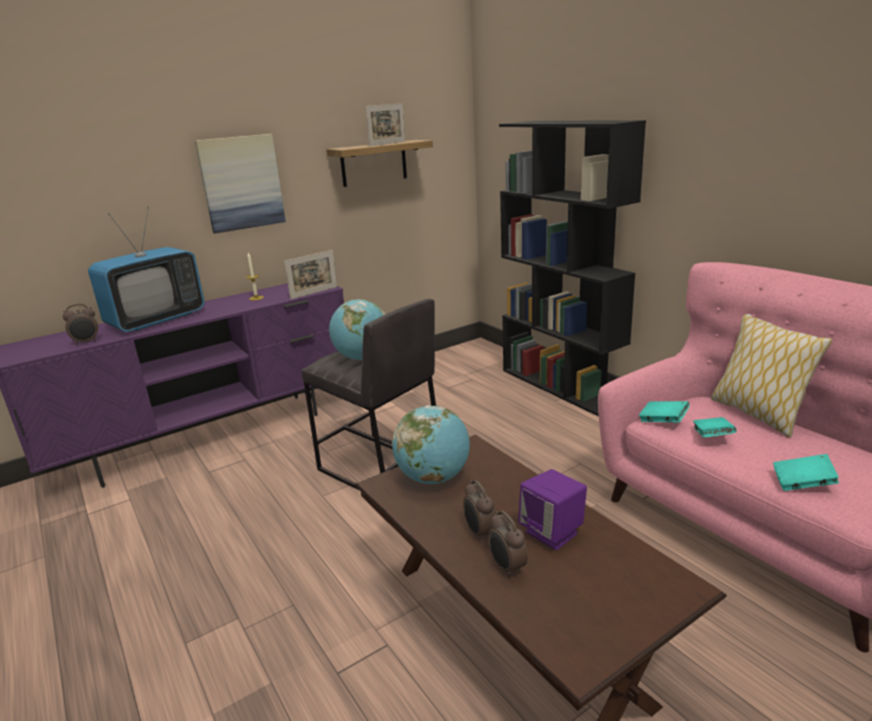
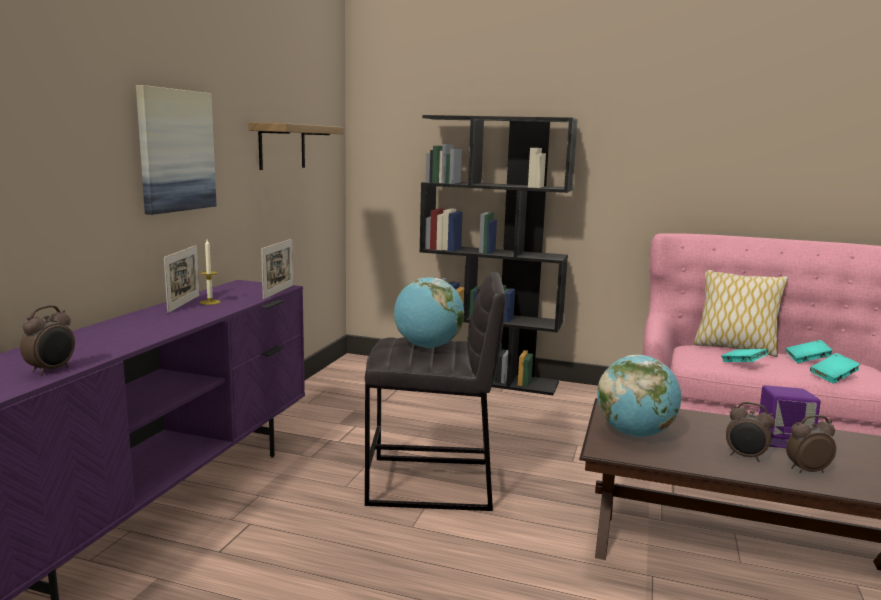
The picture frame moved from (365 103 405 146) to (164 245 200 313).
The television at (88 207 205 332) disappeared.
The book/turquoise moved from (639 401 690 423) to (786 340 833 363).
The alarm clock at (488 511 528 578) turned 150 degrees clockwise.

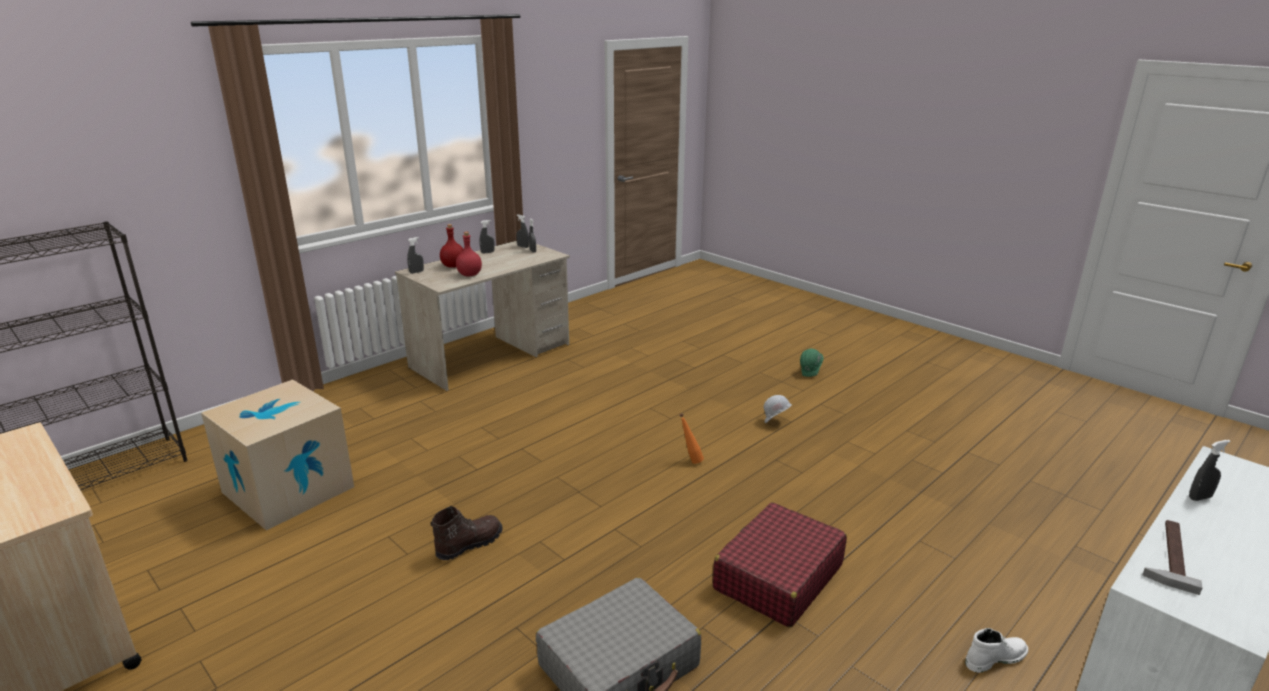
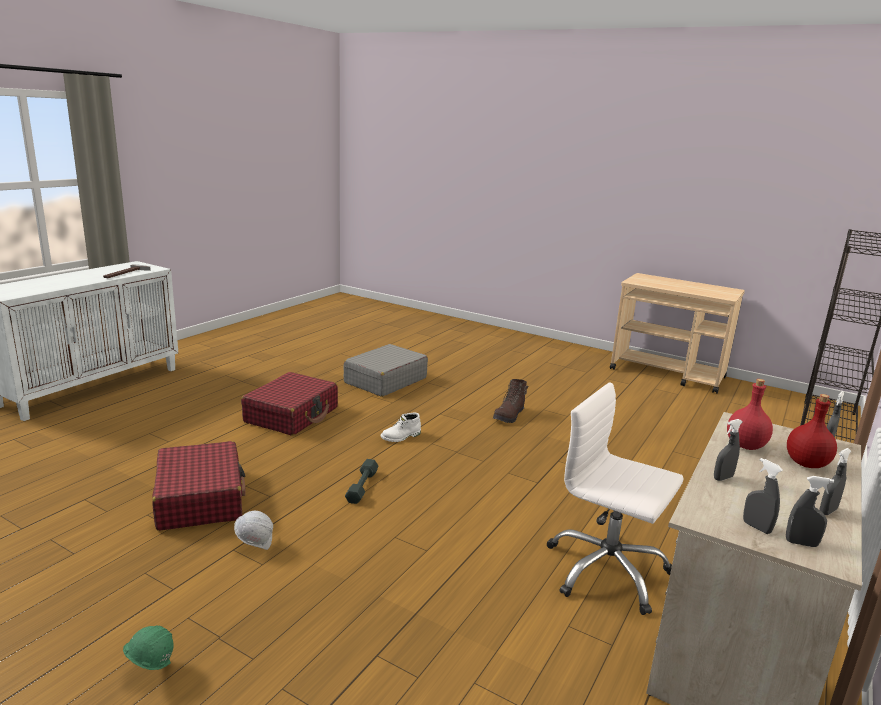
The cardboard box at (201 379 354 530) disappeared.
The bottle/orange at (680 413 704 464) was replaced by the dumbbell/grey at (345 459 379 504).
The spray bottle/grey moved from (1189 440 1230 501) to (714 419 742 481).
The boot/white moved from (965 628 1028 673) to (381 413 421 442).
The office chair/white at (547 382 684 615) appeared.
The suitcase/red at (152 441 246 531) appeared.

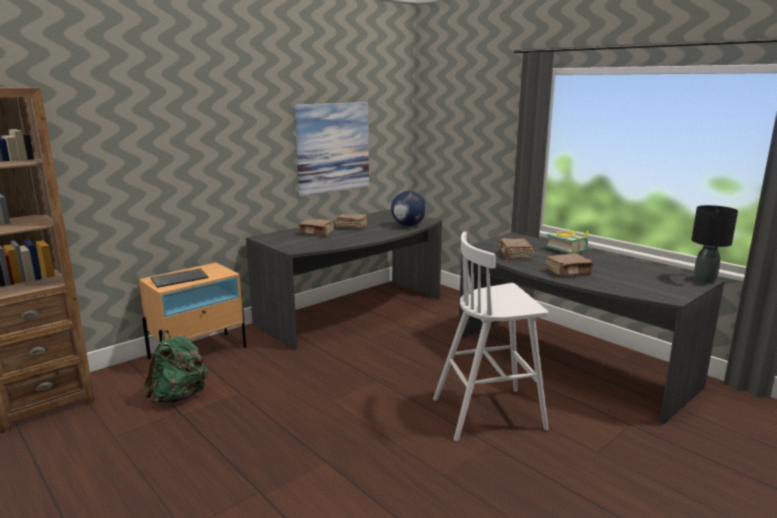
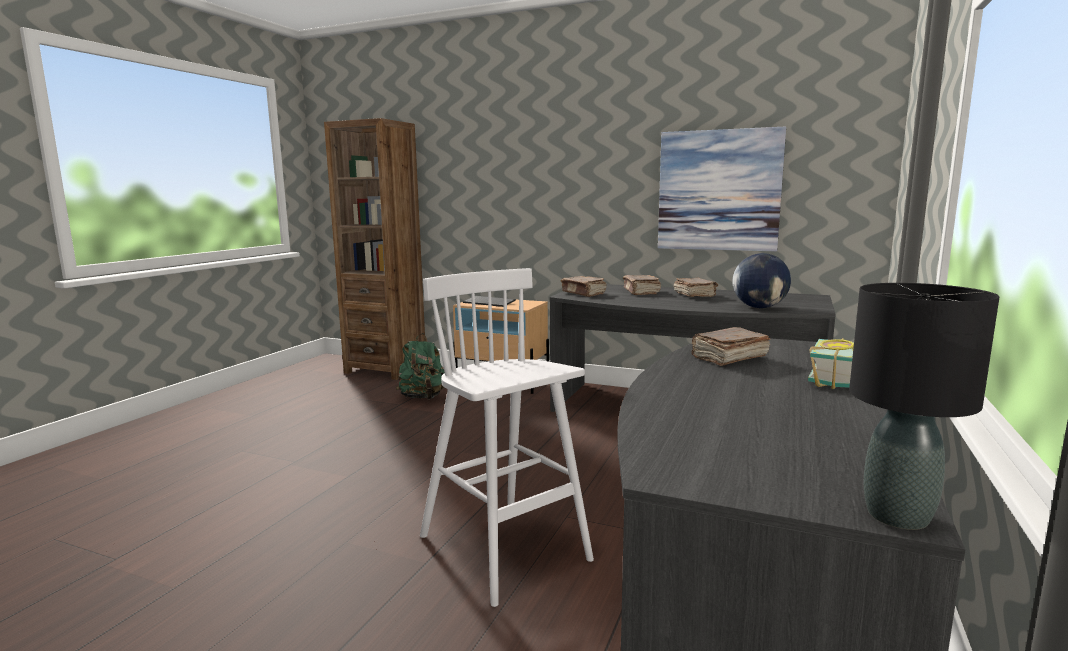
The book/brown moved from (546 253 593 276) to (560 276 607 297).

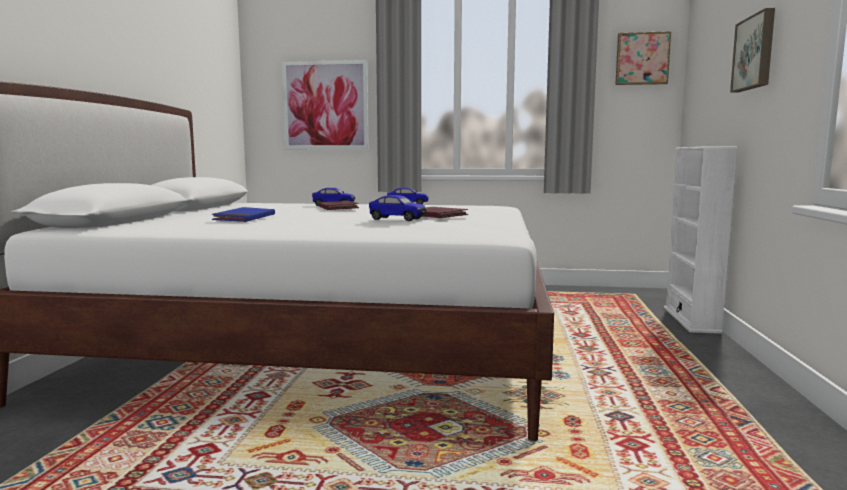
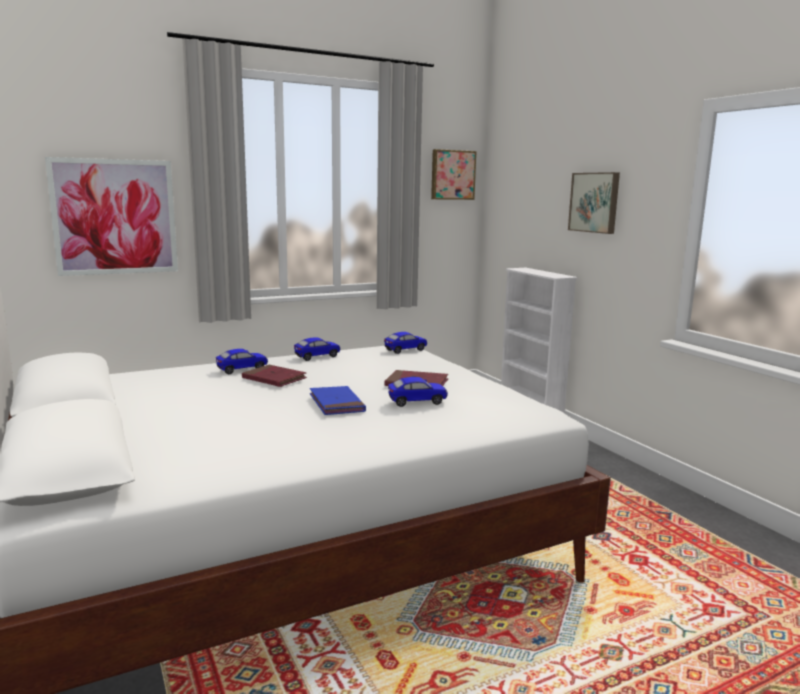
The book/blue moved from (212 207 275 222) to (310 386 366 415).
The toy car at (384 332 427 354) appeared.

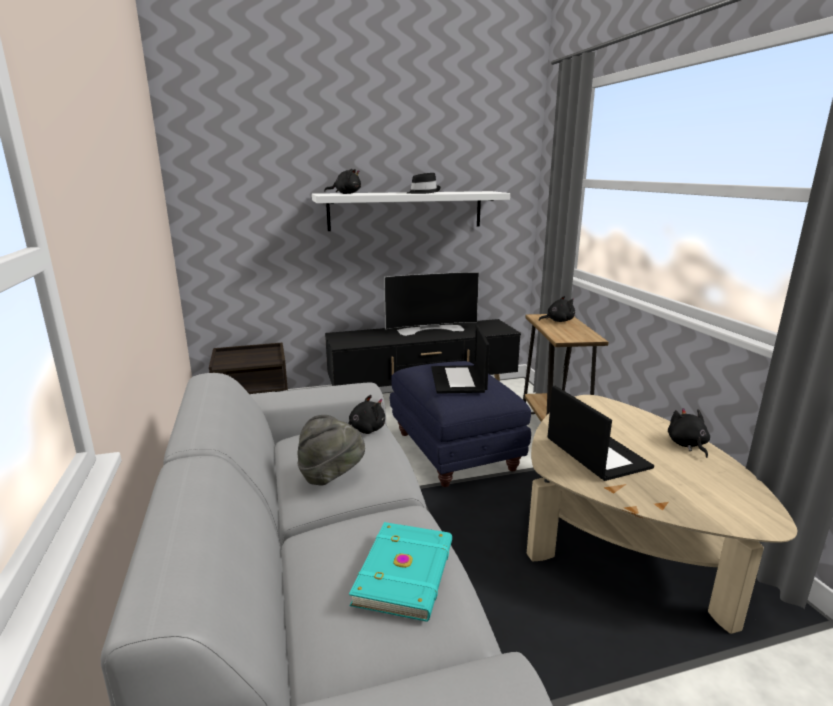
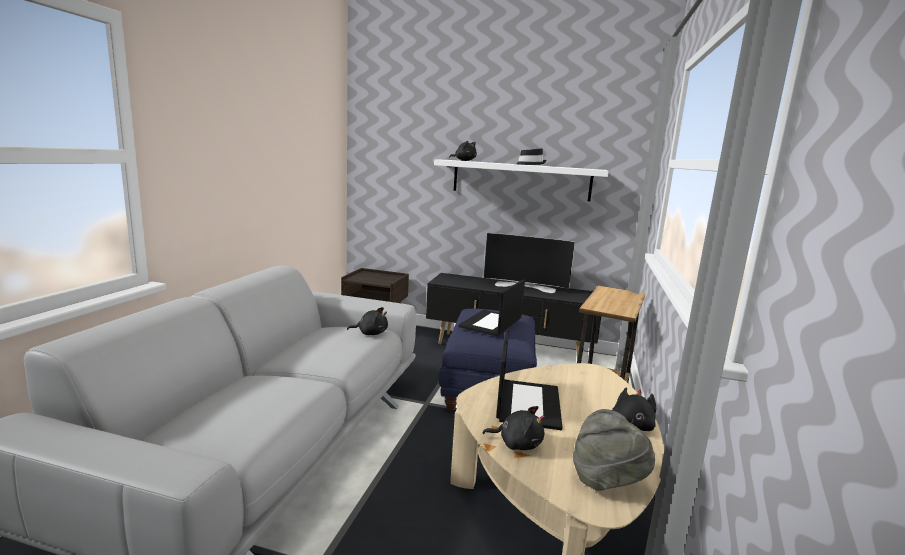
The plush toy/black moved from (539 296 575 322) to (483 406 545 450).
The hat/grey moved from (298 415 365 486) to (573 409 655 491).
The book/turquoise at (349 522 452 622) disappeared.

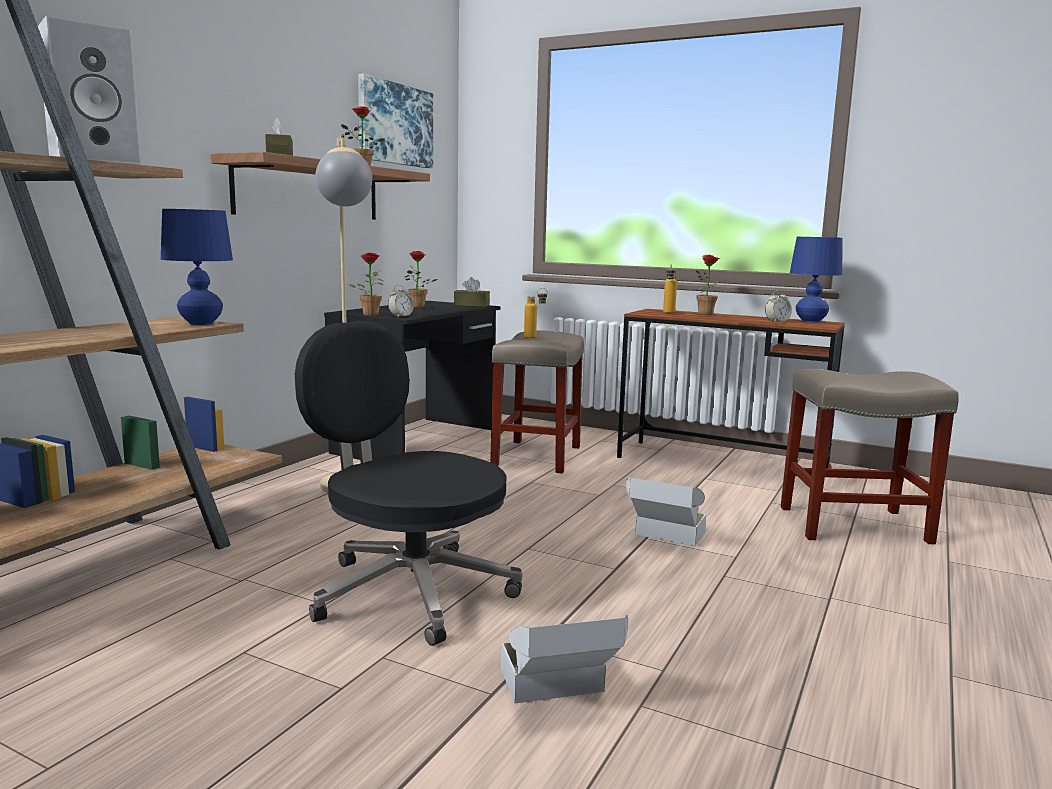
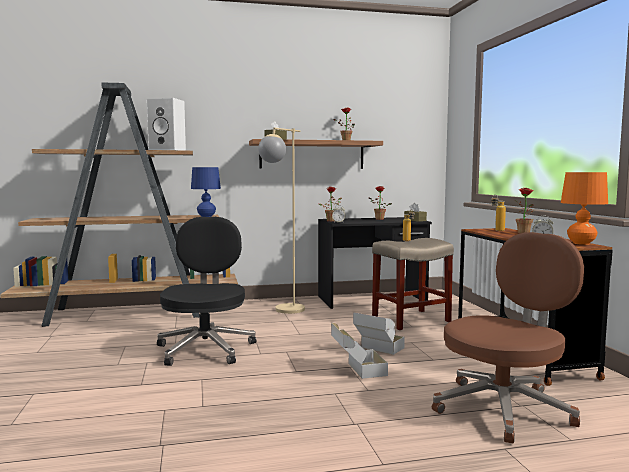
The picture at (358 74 433 168) disappeared.
The table lamp/blue at (790 237 843 322) became the table lamp/orange at (561 172 608 245).
The stool/beige at (781 369 959 544) was replaced by the office chair/brown at (432 232 584 444).
The cardboard box moved from (501 615 628 703) to (353 312 405 355).

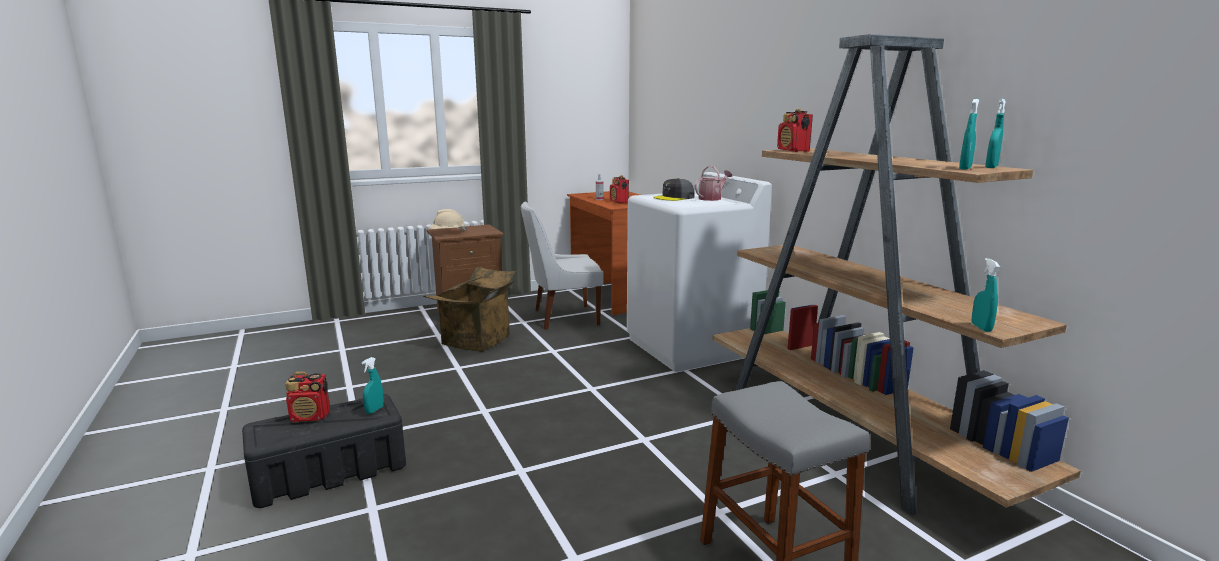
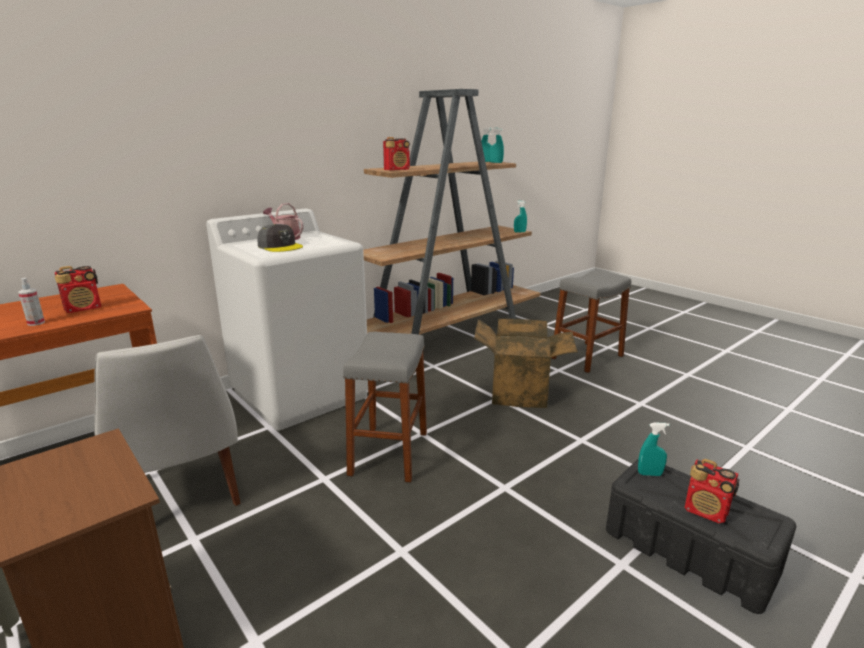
The hard hat/beige at (429 209 466 232) disappeared.
The cardboard box moved from (423 266 516 352) to (474 319 578 408).
The radio at (285 371 330 422) turned 150 degrees clockwise.
The stool/grey at (343 332 427 483) appeared.

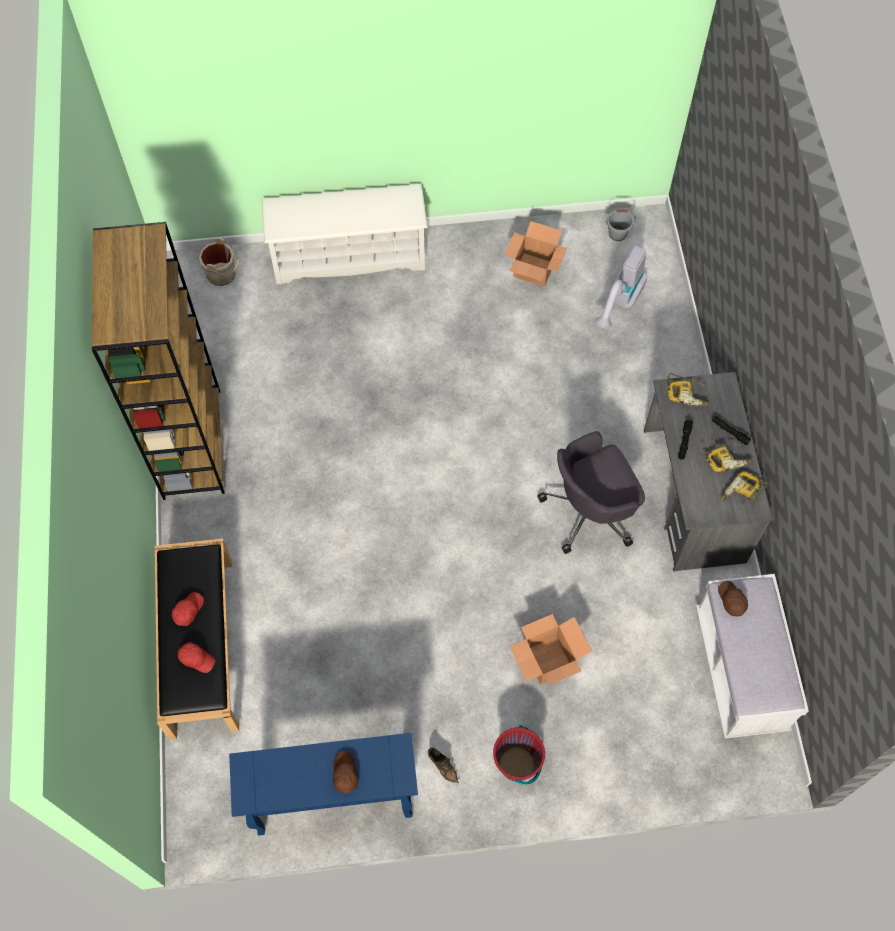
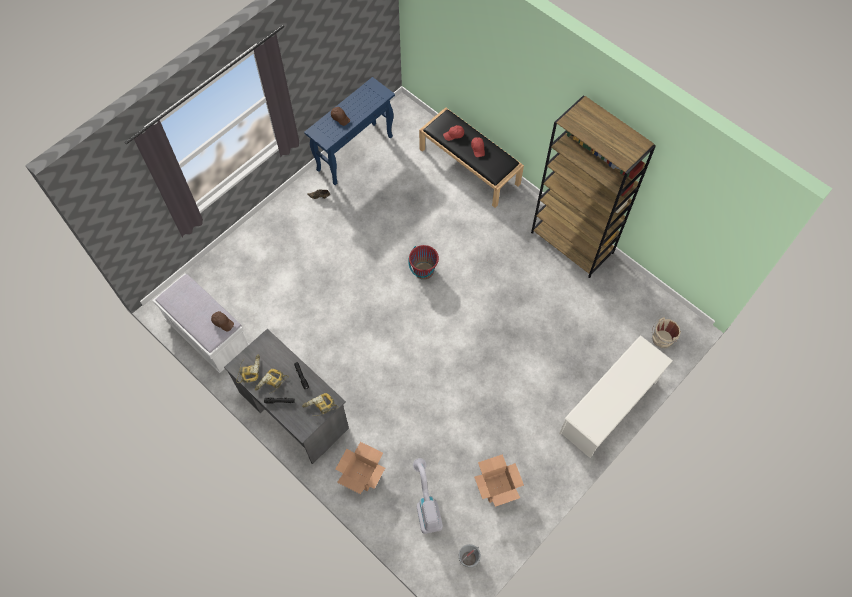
The office chair/grey at (537 431 645 554) disappeared.
The cardboard box moved from (510 614 592 685) to (336 442 385 494).
The bucket/red moved from (493 725 545 785) to (408 245 439 280).

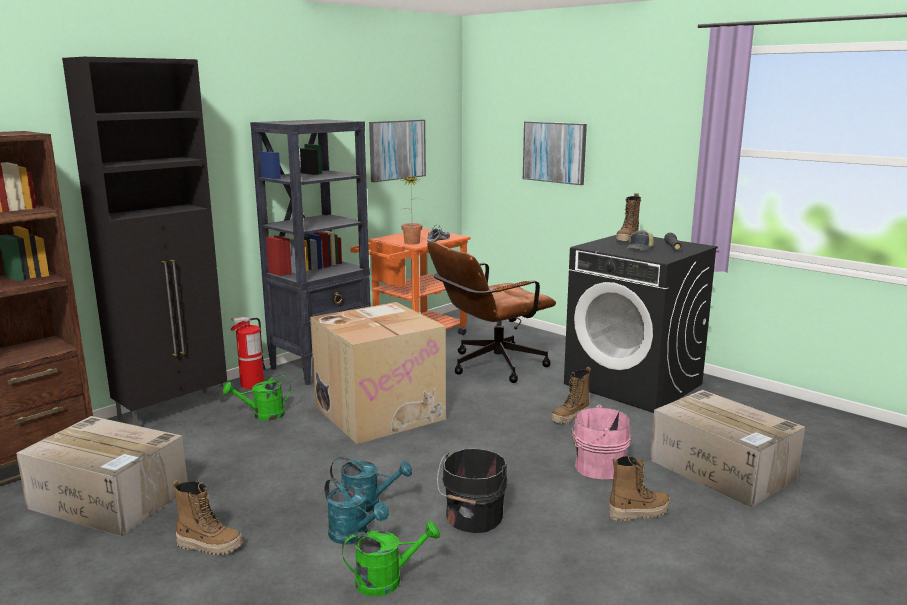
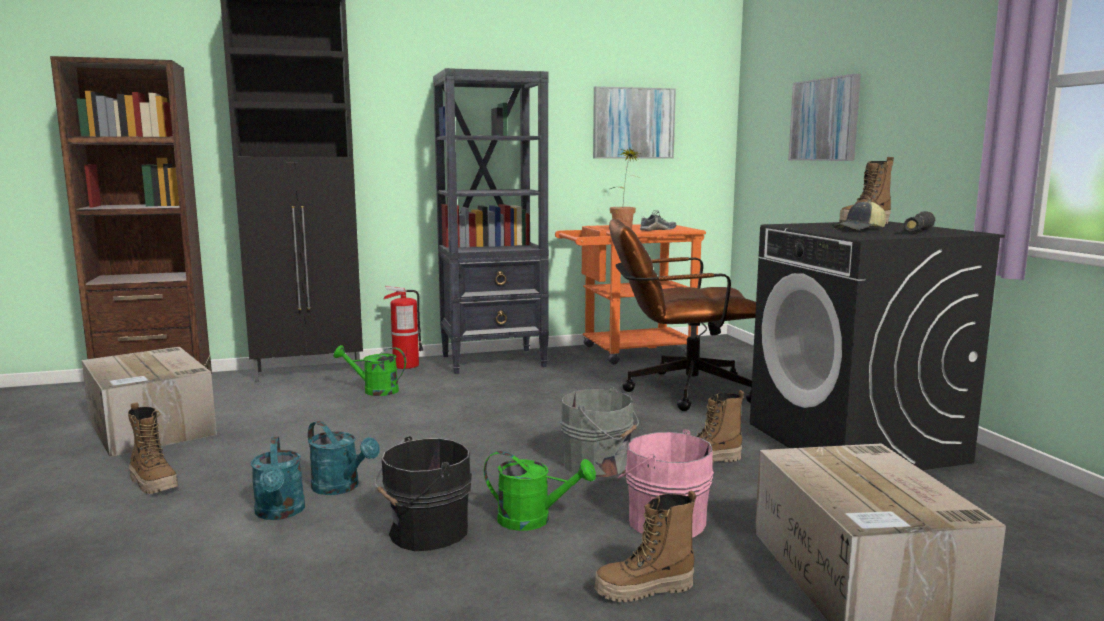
The cardboard box at (310 302 446 444) disappeared.
The boot at (609 456 670 521) turned 150 degrees clockwise.
The watering can/green moved from (342 521 440 597) to (484 451 596 531).
The bucket/grey at (560 386 639 477) appeared.

